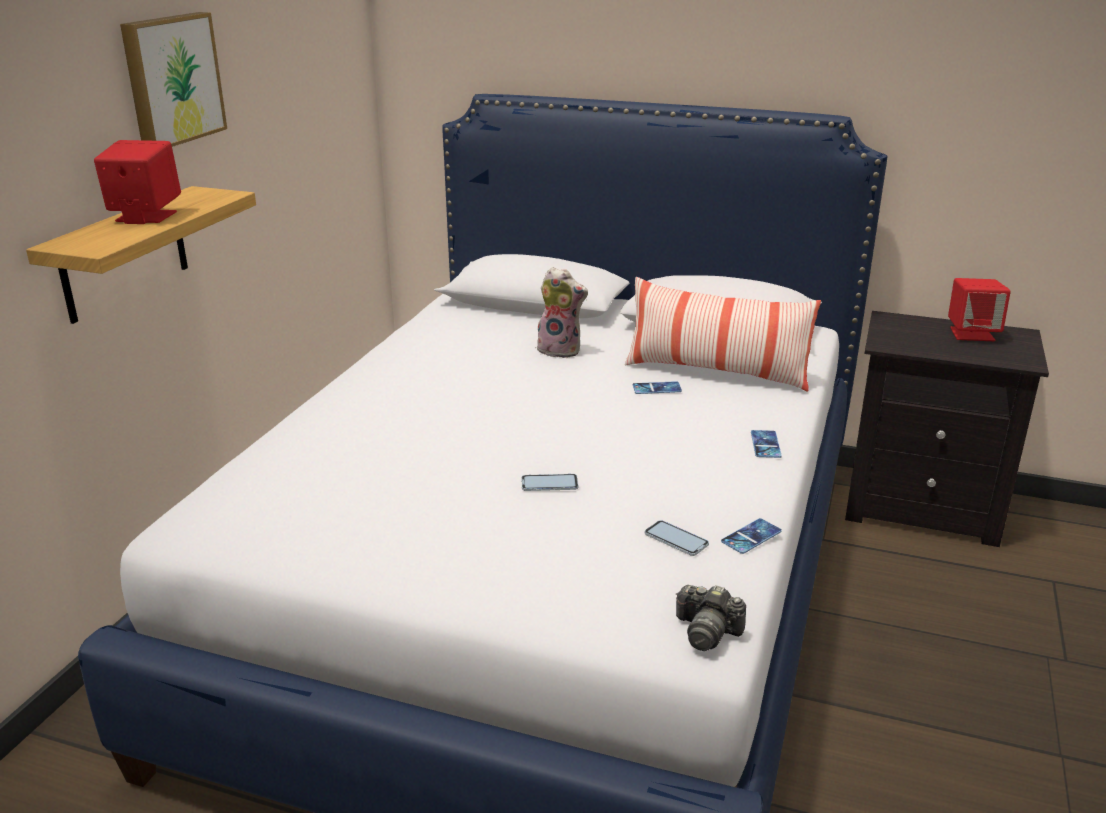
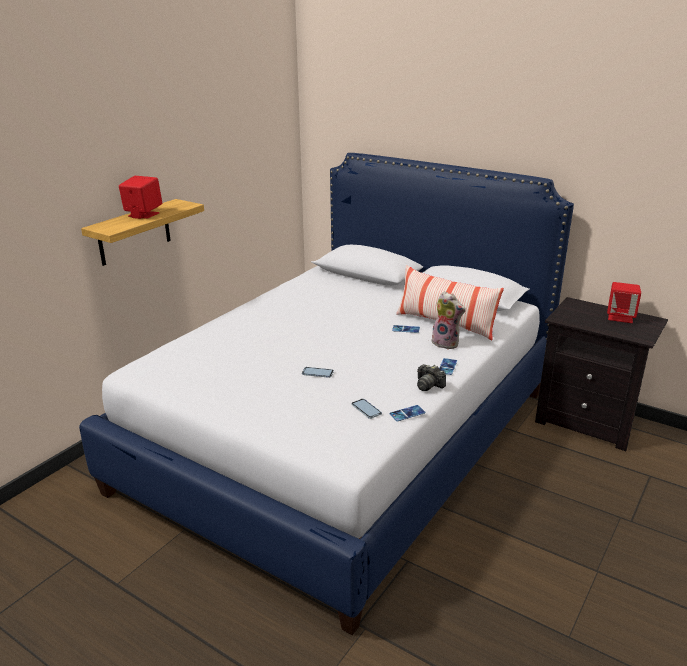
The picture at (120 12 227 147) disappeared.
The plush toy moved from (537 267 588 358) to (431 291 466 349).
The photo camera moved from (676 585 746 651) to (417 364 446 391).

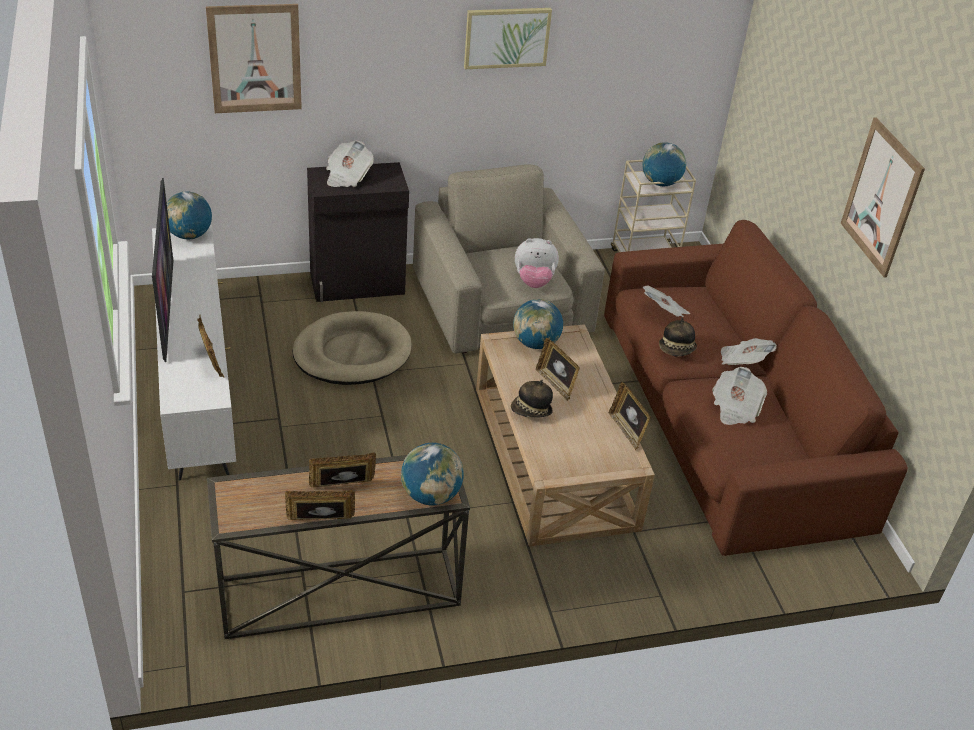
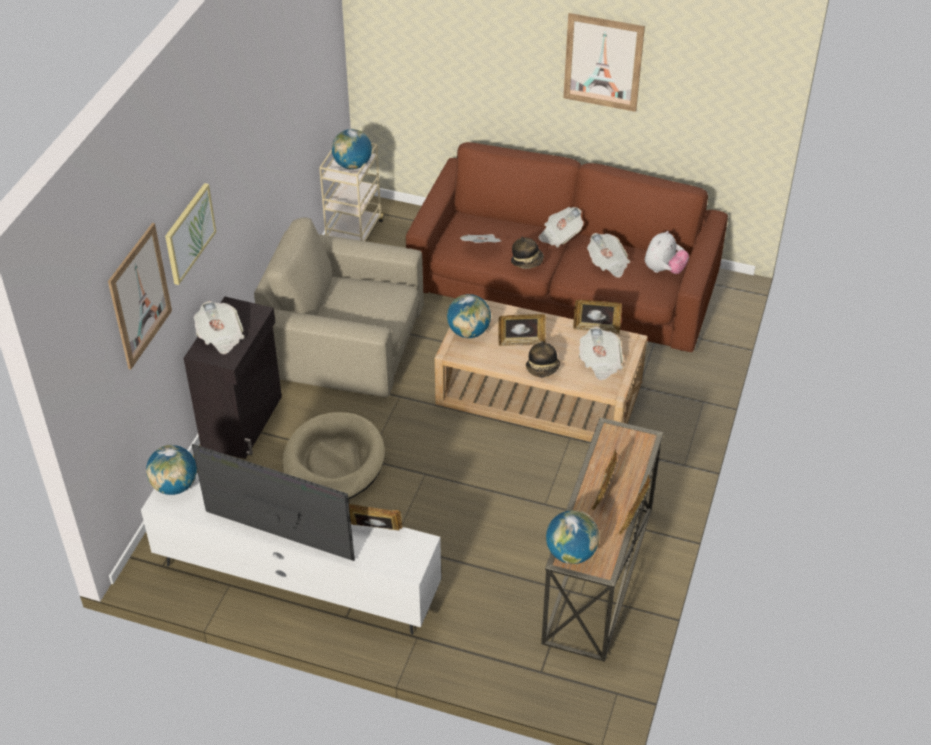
The picture moved from (464 8 552 69) to (165 183 216 285).
The plush toy moved from (515 238 559 288) to (645 231 689 274).
The globe moved from (401 443 464 505) to (546 510 600 564).
The newspaper at (579 327 623 381) appeared.

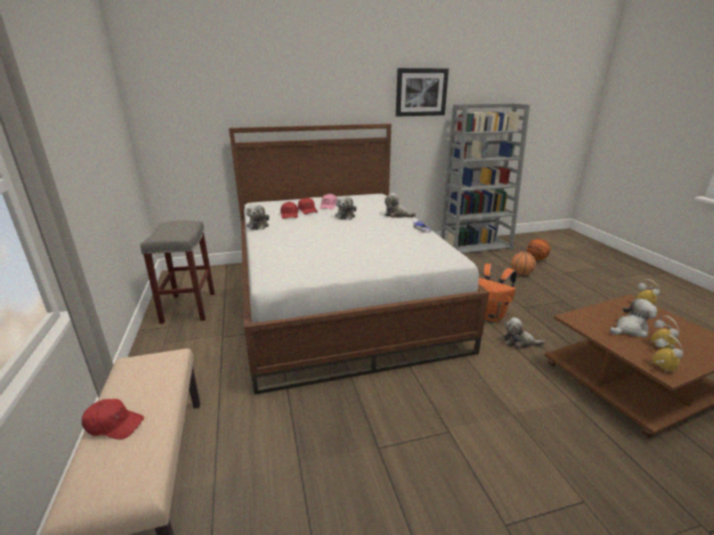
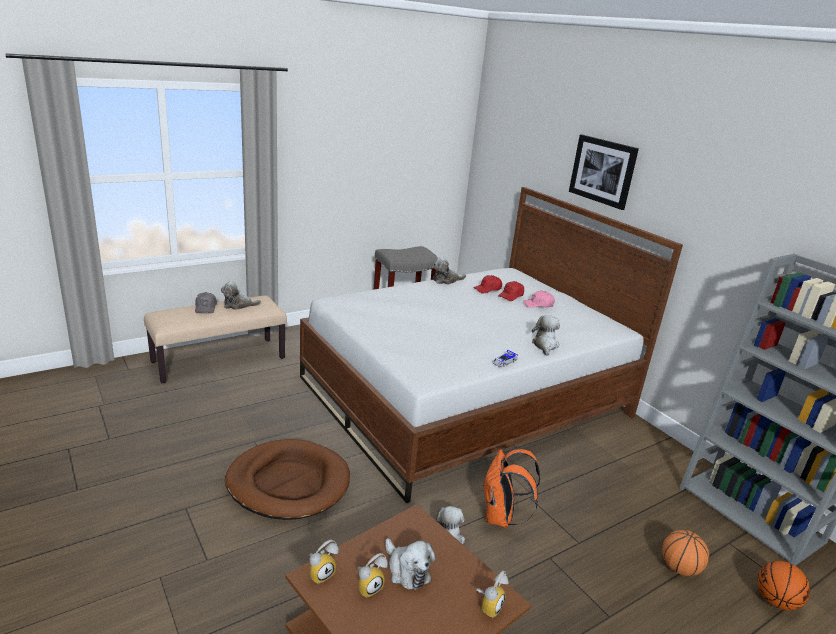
The picture moved from (396 68 449 117) to (569 134 639 210).
The plush toy moved from (335 196 357 220) to (221 281 261 310).
The cap/red at (82 399 144 439) became the cap/grey at (195 292 217 313).
The dog bed/brown at (225 439 350 520) appeared.

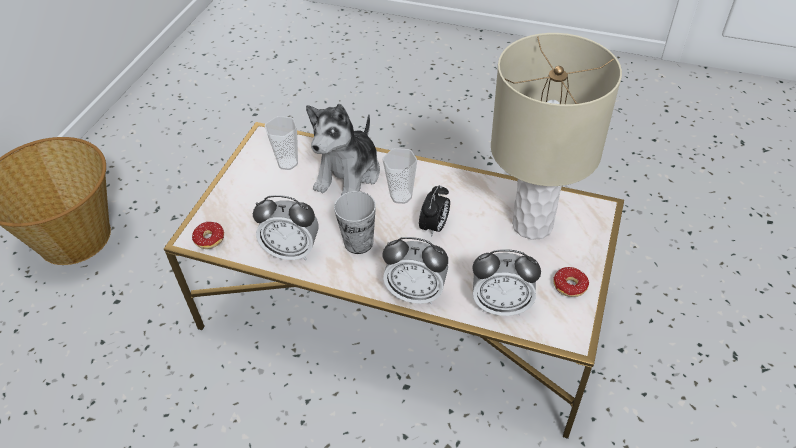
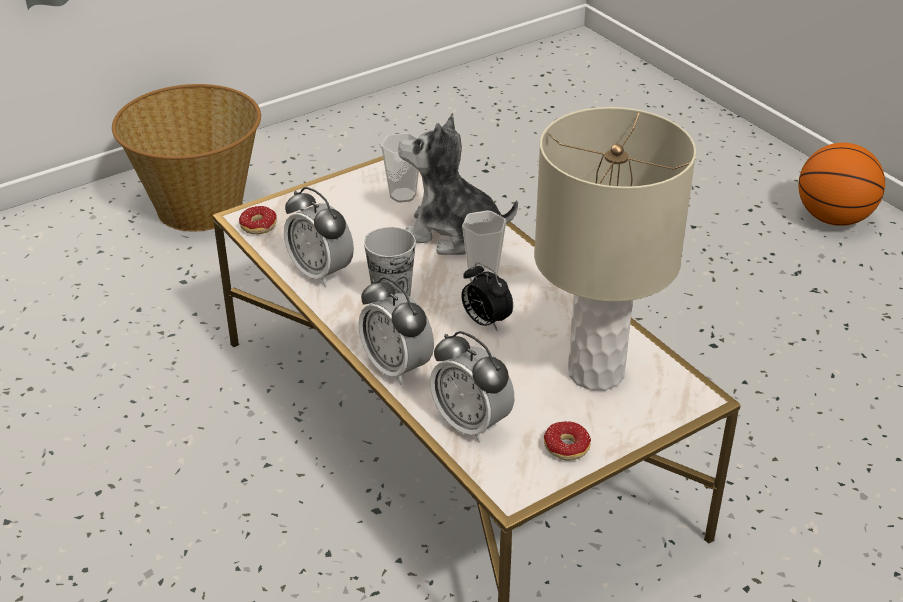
The plush toy at (306 104 380 195) turned 45 degrees clockwise.
The alarm clock at (419 185 450 237) turned 75 degrees clockwise.
The basketball at (799 143 885 226) appeared.

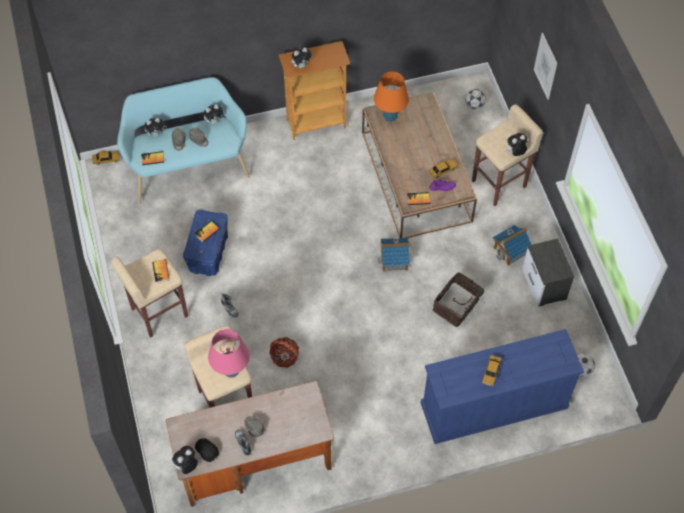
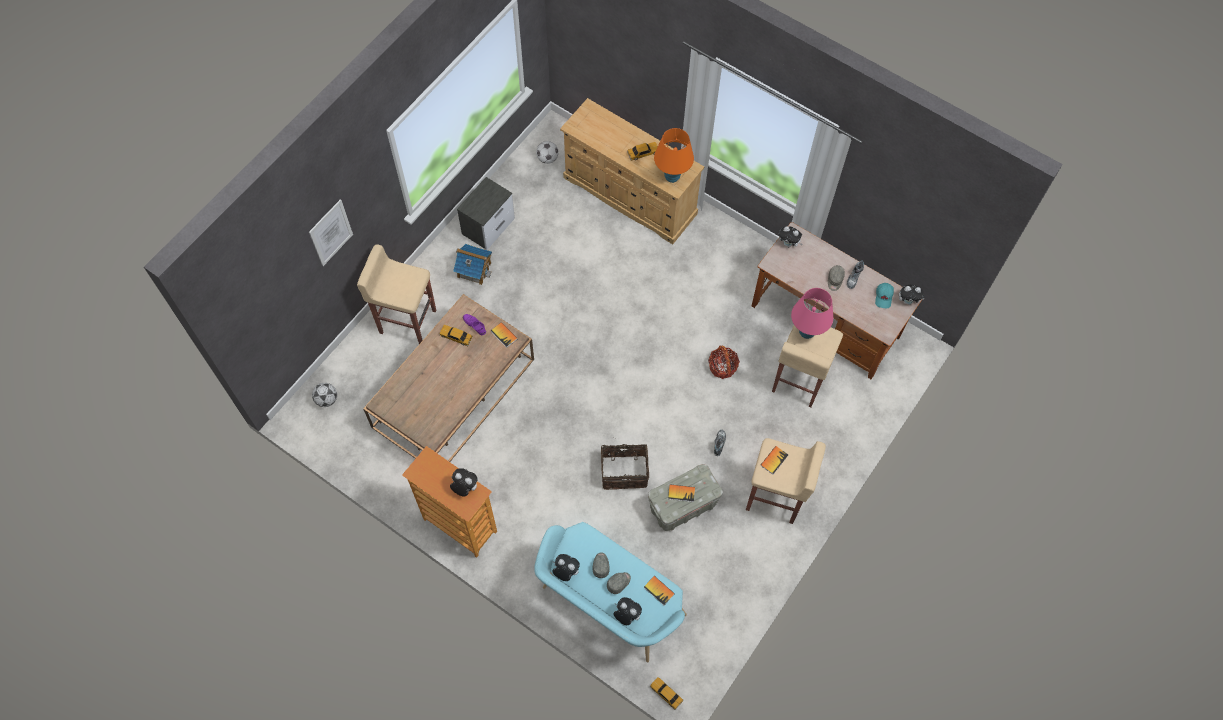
The table lamp/orange moved from (374 72 409 122) to (654 128 694 183).
The plush toy moved from (505 133 527 156) to (779 226 802 247).
The storage box/blue at (183 209 228 276) became the storage box/grey at (648 464 723 531).
The toy house at (378 237 411 271) disappeared.
The basket moved from (433 272 484 327) to (601 436 649 490).
The dresser/blue at (421 329 584 444) became the dresser/beige at (560 98 704 244).
The cap/black at (195 438 219 462) became the cap/turquoise at (875 283 894 308).

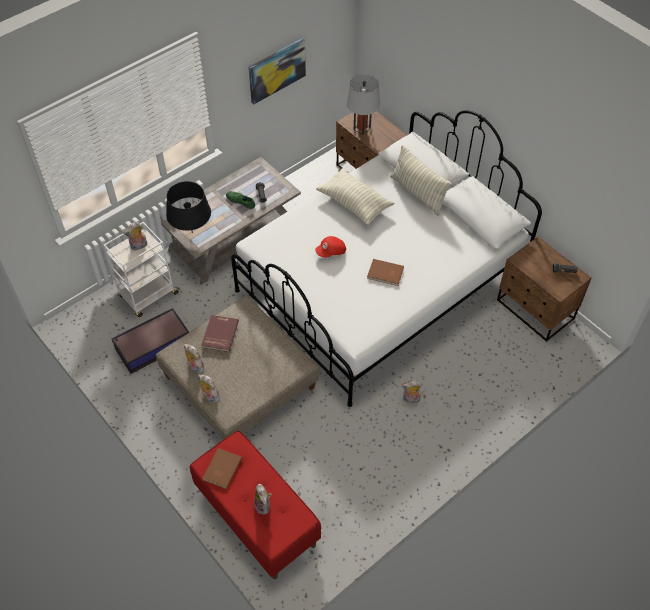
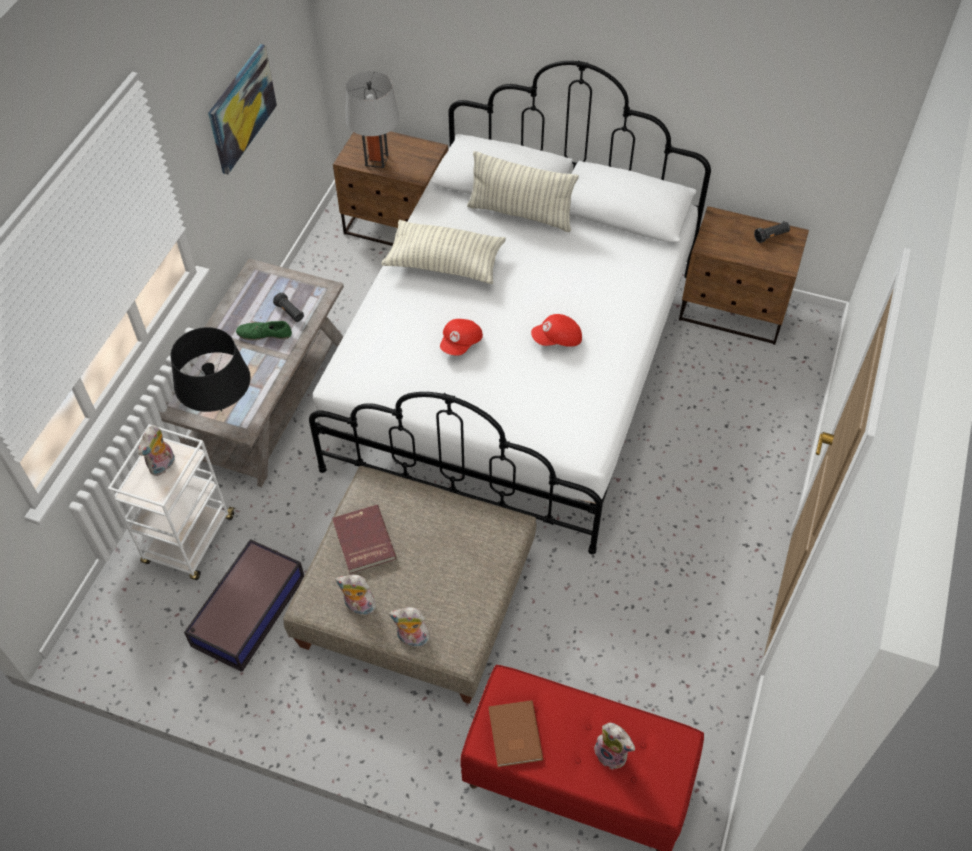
The book/brown at (367 259 404 286) was replaced by the cap/red at (531 314 582 347).
The plush toy at (401 380 422 404) disappeared.

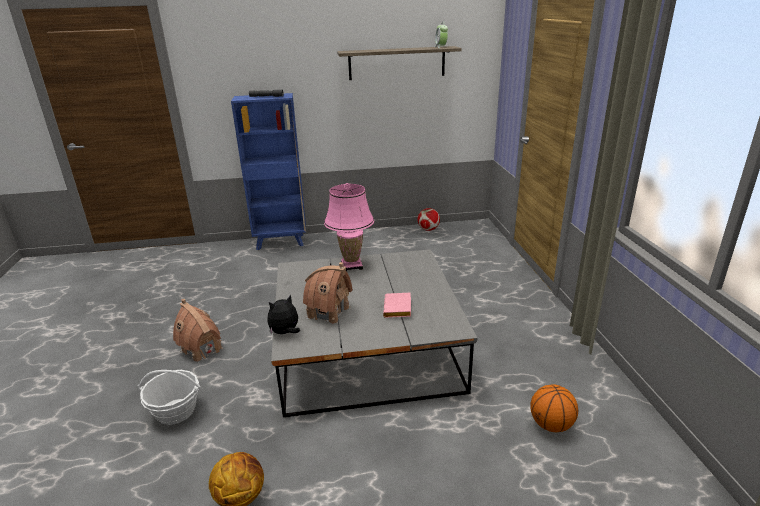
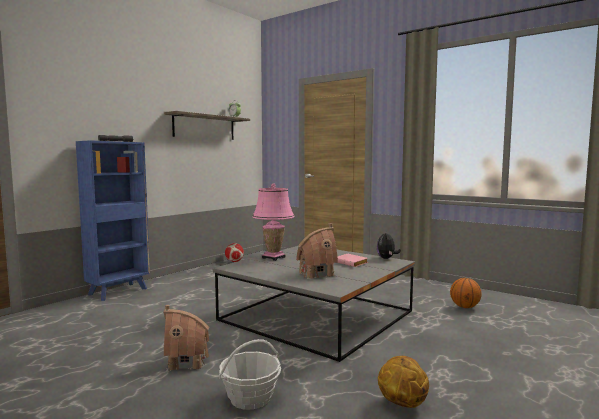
The plush toy moved from (267 295 300 334) to (377 232 401 259).

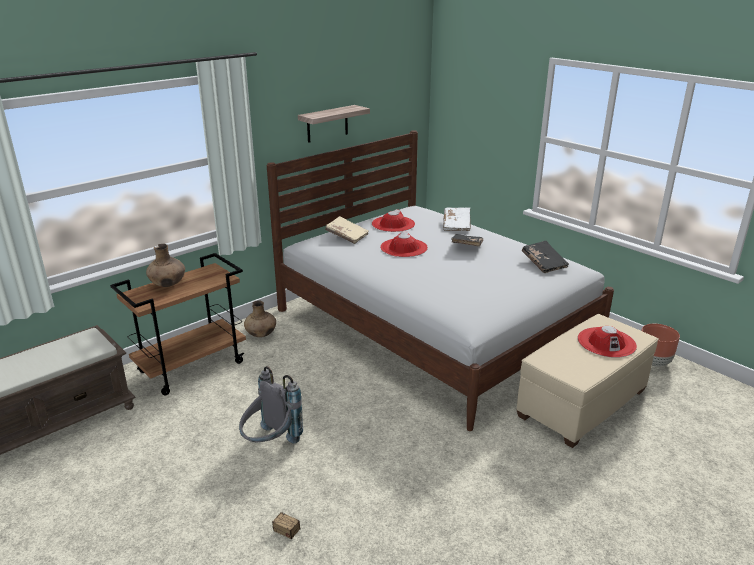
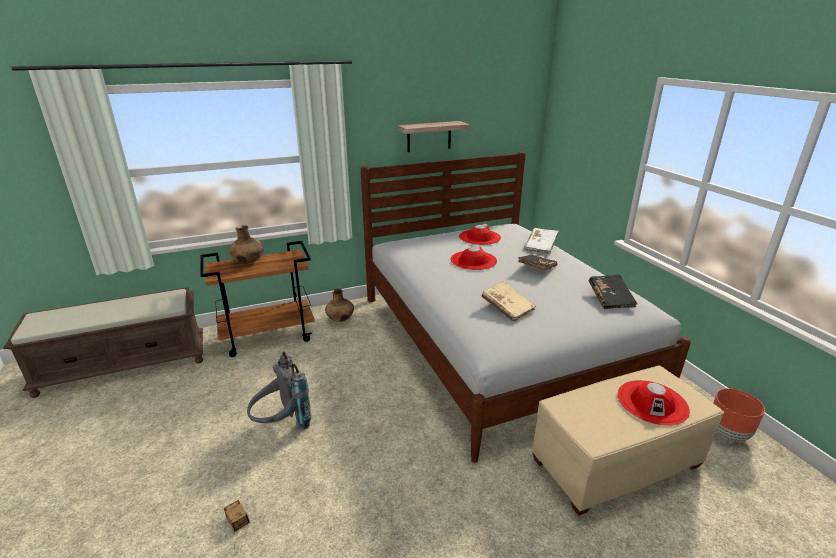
The book/beige moved from (325 216 369 244) to (481 281 536 322).

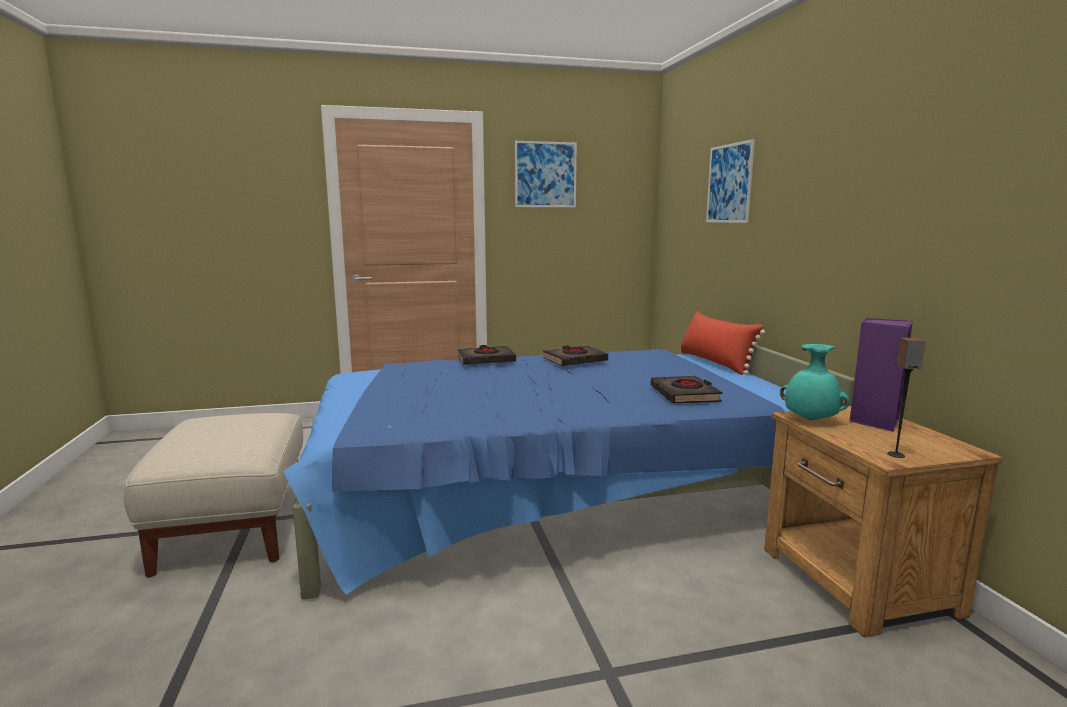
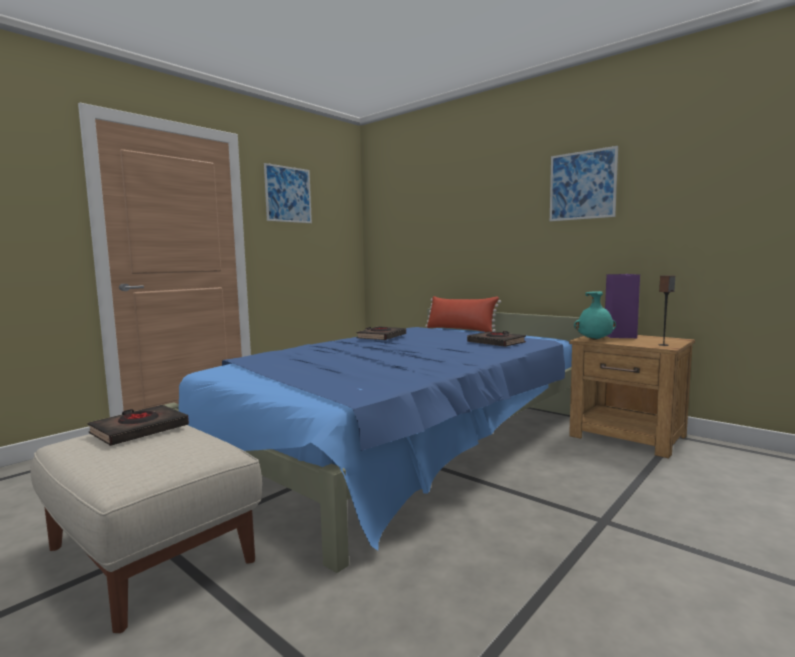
The picture moved from (706 139 755 223) to (550 146 618 221).
The book/black moved from (458 345 516 365) to (88 405 189 446).

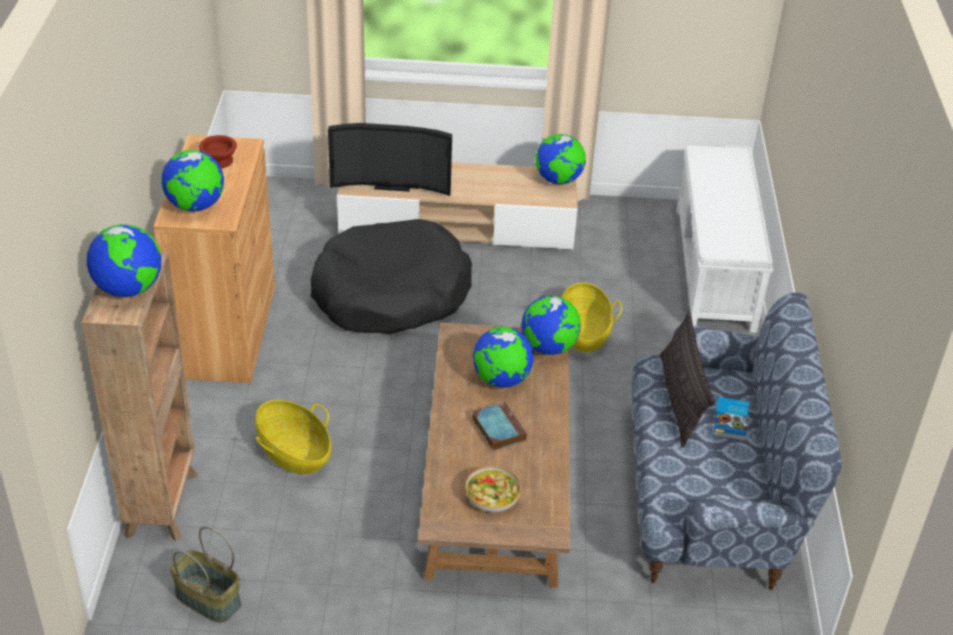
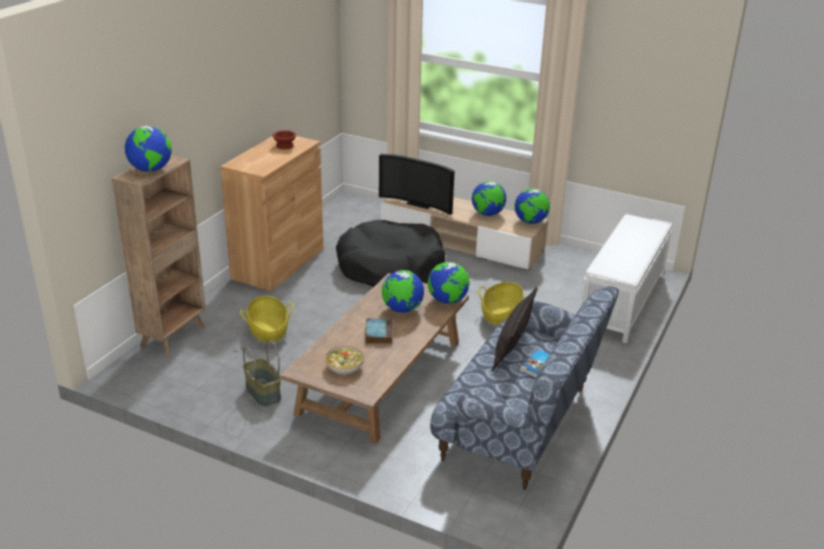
The globe moved from (161 150 224 212) to (472 181 506 216).
The basket moved from (170 526 241 623) to (243 339 281 407).

